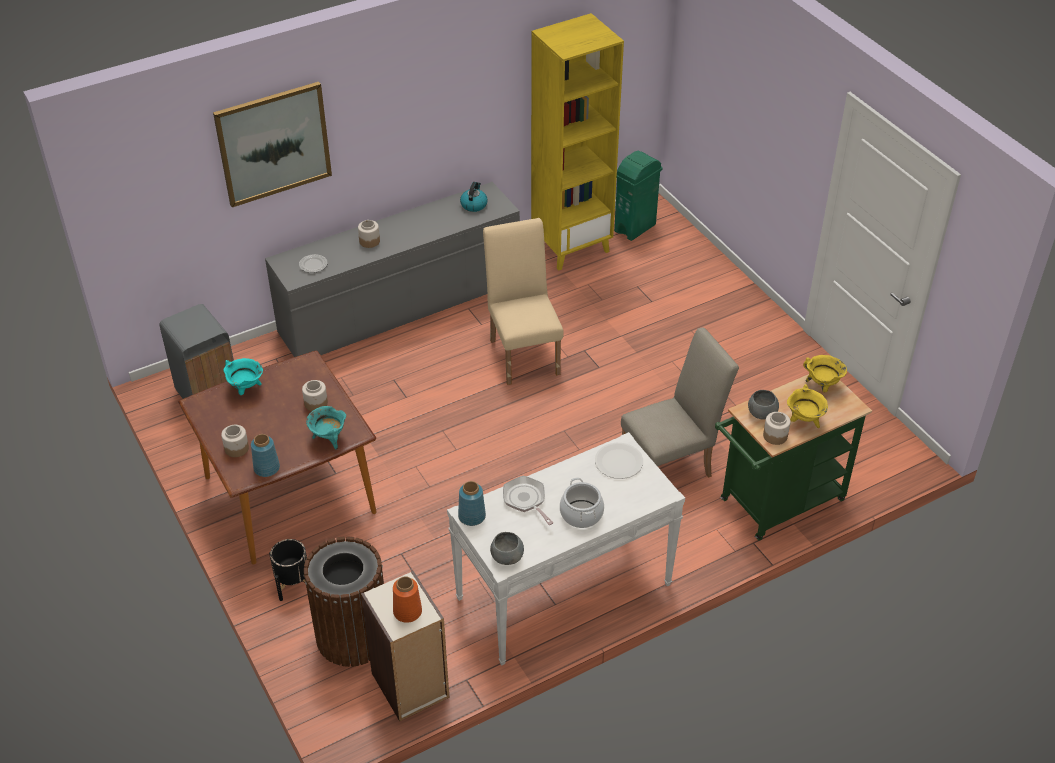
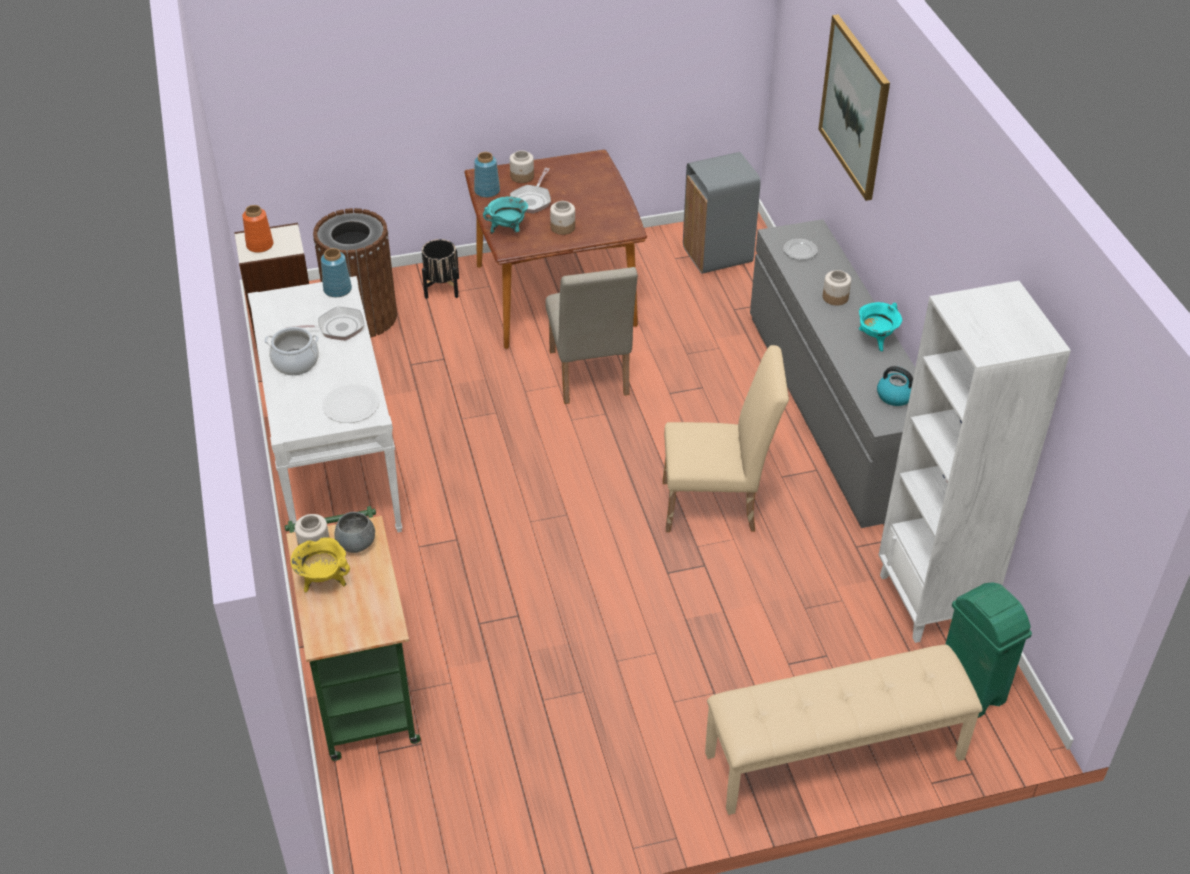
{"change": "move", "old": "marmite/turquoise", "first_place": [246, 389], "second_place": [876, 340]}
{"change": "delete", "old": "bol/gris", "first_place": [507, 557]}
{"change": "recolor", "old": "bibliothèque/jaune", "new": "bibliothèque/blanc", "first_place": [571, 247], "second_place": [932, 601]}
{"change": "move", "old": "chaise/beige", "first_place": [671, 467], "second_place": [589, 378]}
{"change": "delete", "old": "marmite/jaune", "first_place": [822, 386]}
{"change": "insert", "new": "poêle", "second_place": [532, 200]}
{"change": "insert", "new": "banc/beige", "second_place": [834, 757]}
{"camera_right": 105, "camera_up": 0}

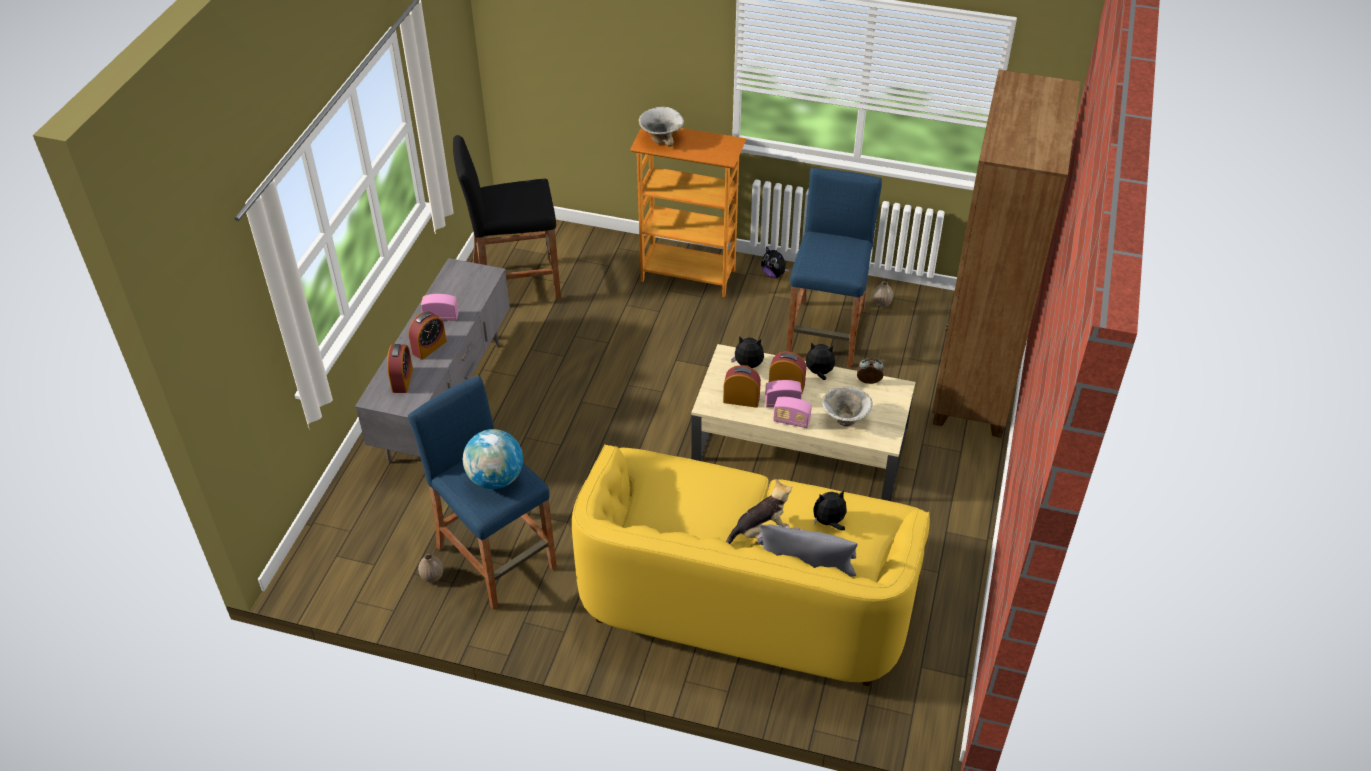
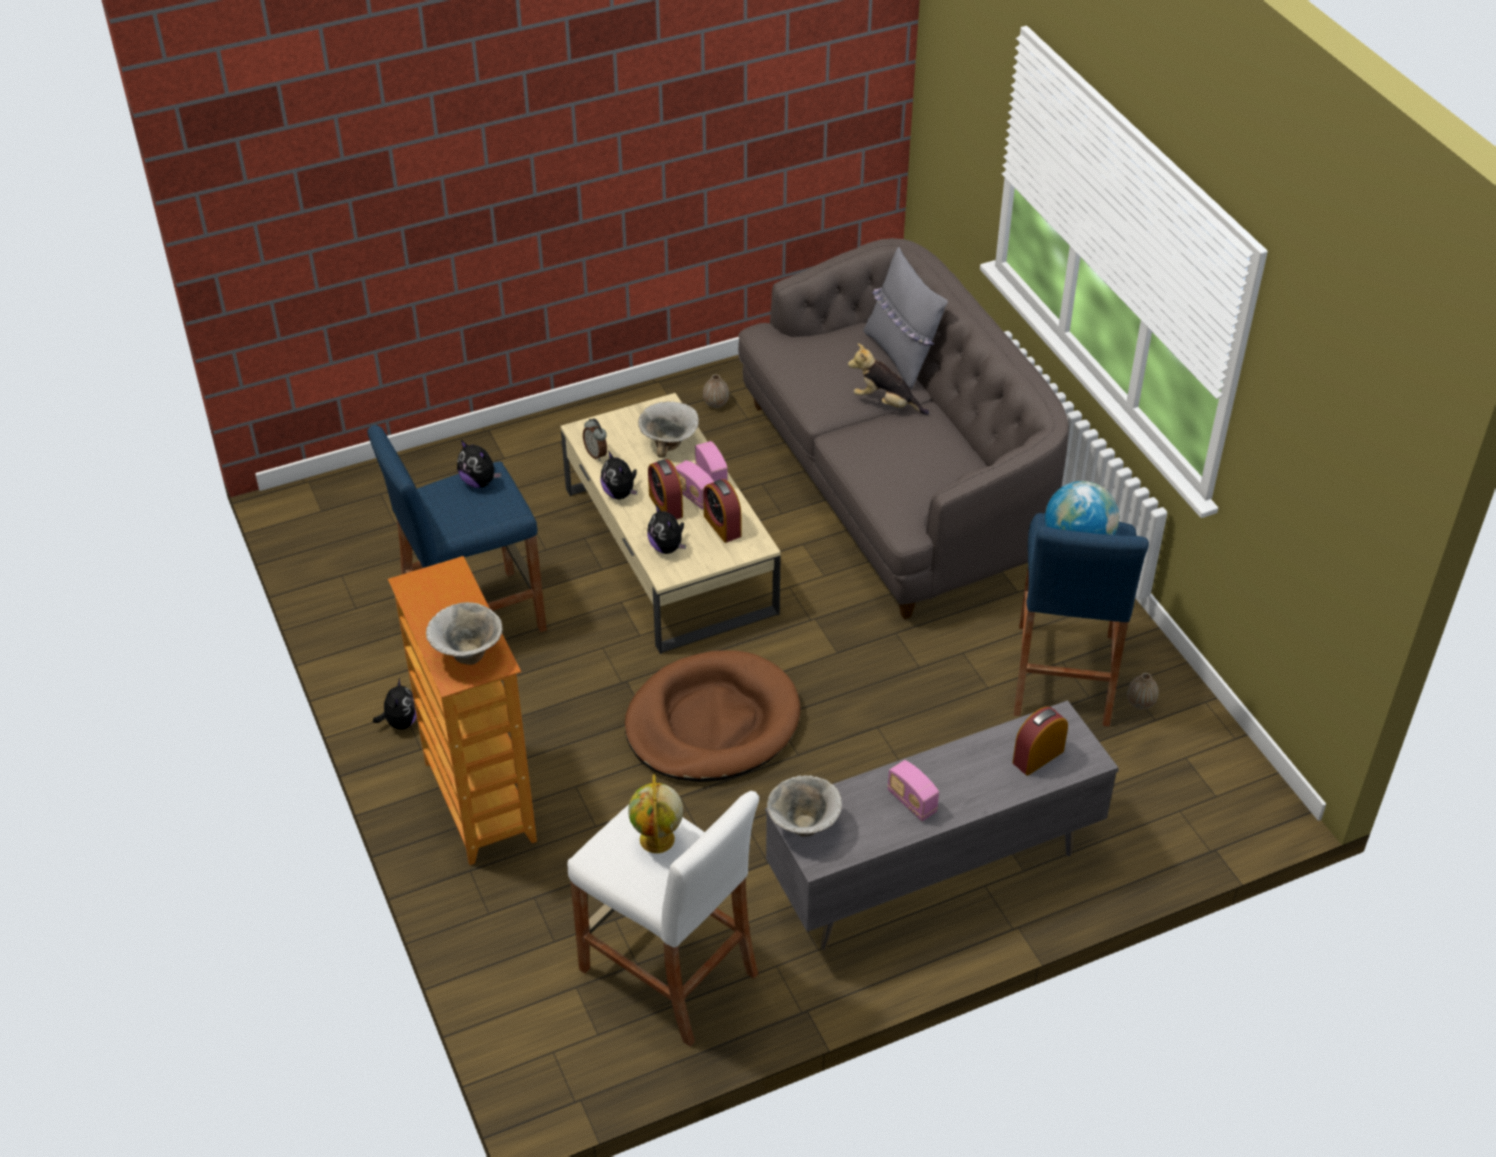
{"change": "delete", "old": "réveil", "first_place": [429, 347]}
{"change": "recolor", "old": "tabouret/noir", "new": "tabouret/blanc", "first_place": [516, 284], "second_place": [668, 971]}
{"change": "recolor", "old": "canapé/jaune", "new": "canapé/gris", "first_place": [746, 597], "second_place": [895, 485]}
{"change": "move", "old": "peluche", "first_place": [829, 522], "second_place": [479, 482]}
{"change": "move", "old": "vase", "first_place": [881, 303], "second_place": [716, 403]}
{"change": "delete", "old": "bibliothèque/marron", "first_place": [974, 383]}
{"change": "insert", "new": "panier pour chien/marron", "second_place": [712, 722]}
{"change": "insert", "new": "globe", "second_place": [657, 840]}
{"change": "insert", "new": "bol", "second_place": [803, 827]}
{"camera_right": -130, "camera_up": 0}

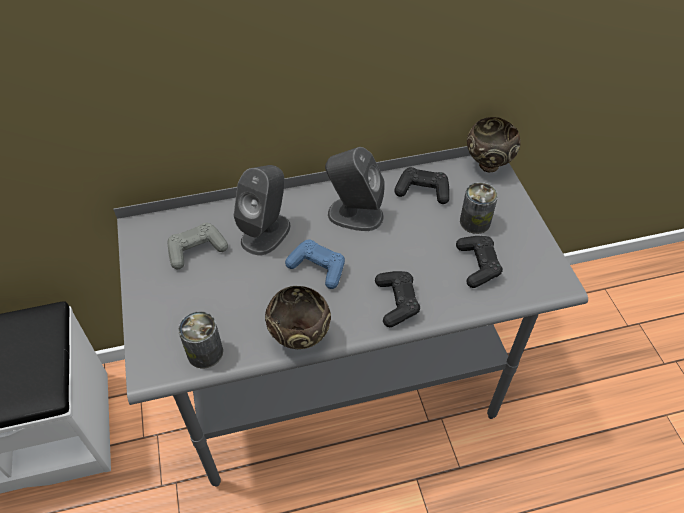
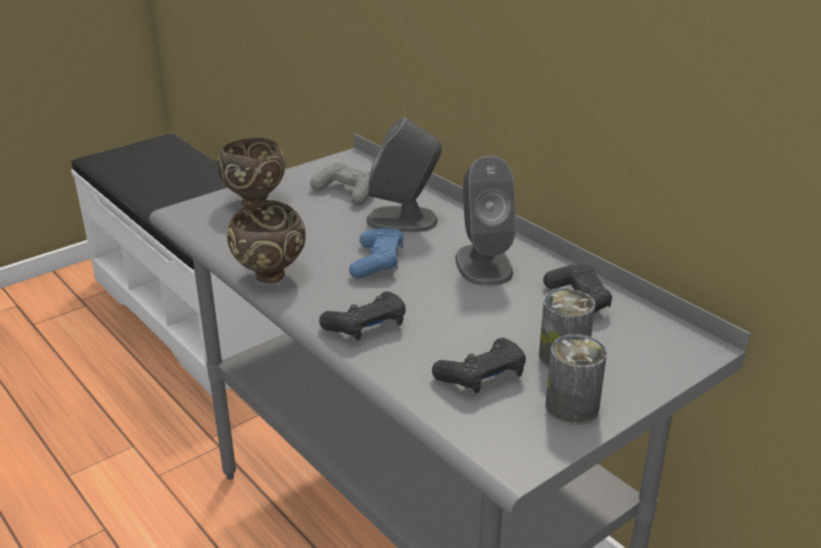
{"change": "move", "old": "boîte métallique", "first_place": [205, 352], "second_place": [572, 407]}
{"change": "move", "old": "bol/marron", "first_place": [487, 165], "second_place": [255, 202]}
{"camera_right": 65, "camera_up": -20}

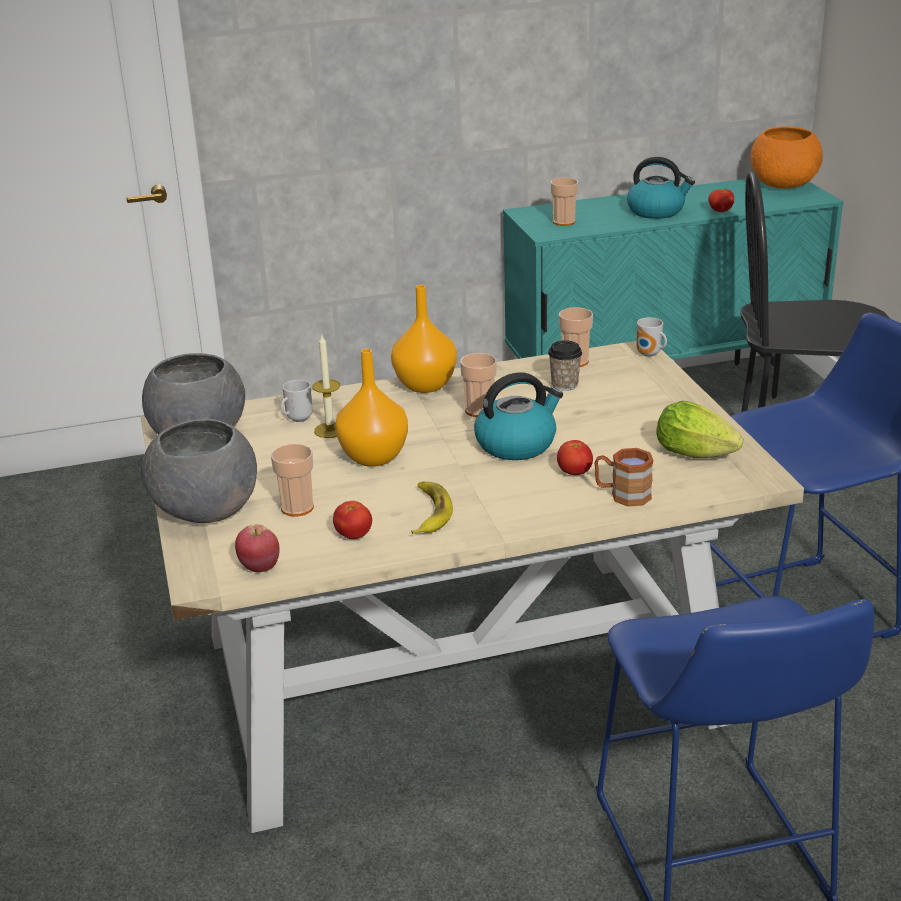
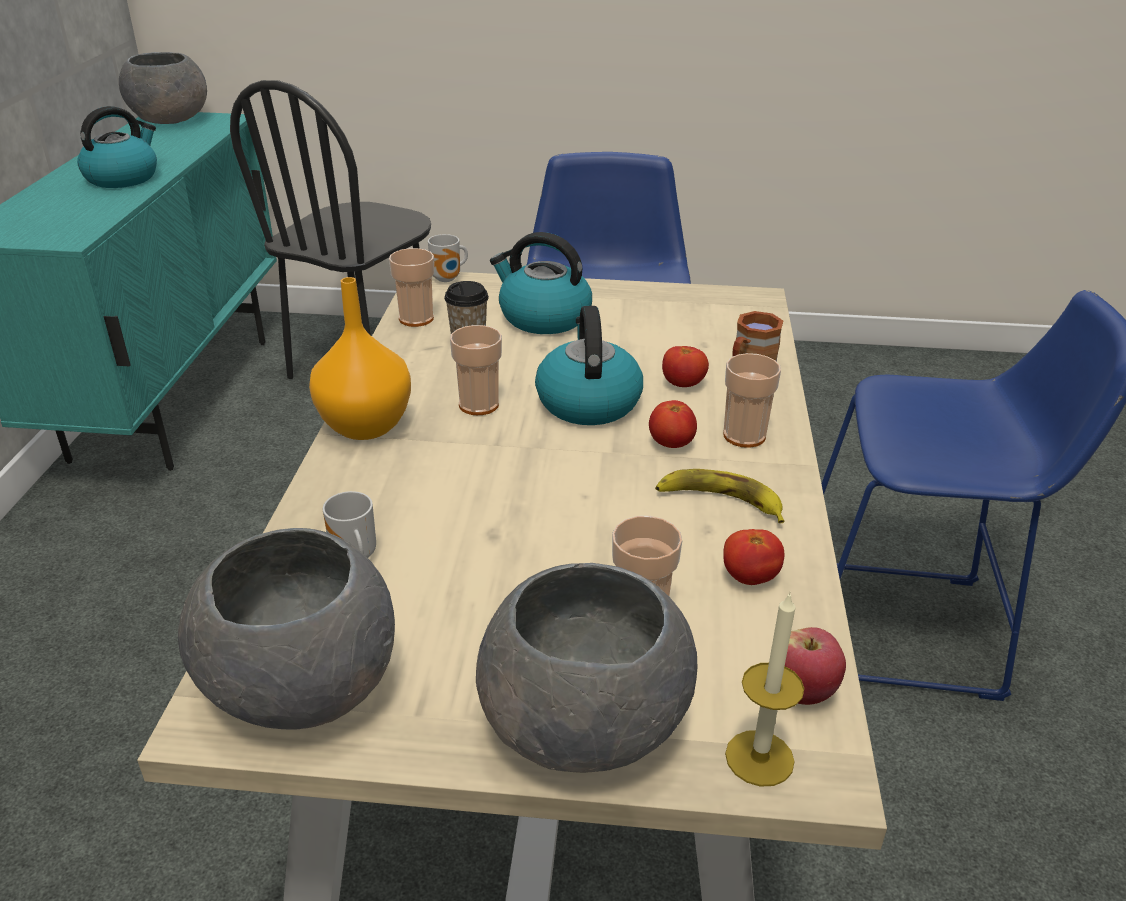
{"change": "move", "old": "bougie", "first_place": [330, 430], "second_place": [759, 758]}
{"change": "delete", "old": "vase/orange", "first_place": [373, 456]}
{"change": "move", "old": "tasse", "first_place": [564, 222], "second_place": [744, 436]}
{"change": "delete", "old": "laitue", "first_place": [699, 455]}
{"change": "move", "old": "tomate", "first_place": [720, 211], "second_place": [671, 444]}
{"change": "recolor", "old": "bol/orange", "new": "bol/gris", "first_place": [783, 185], "second_place": [171, 120]}
{"change": "insert", "new": "bouilloire", "second_place": [543, 317]}
{"camera_right": -70, "camera_up": 5}

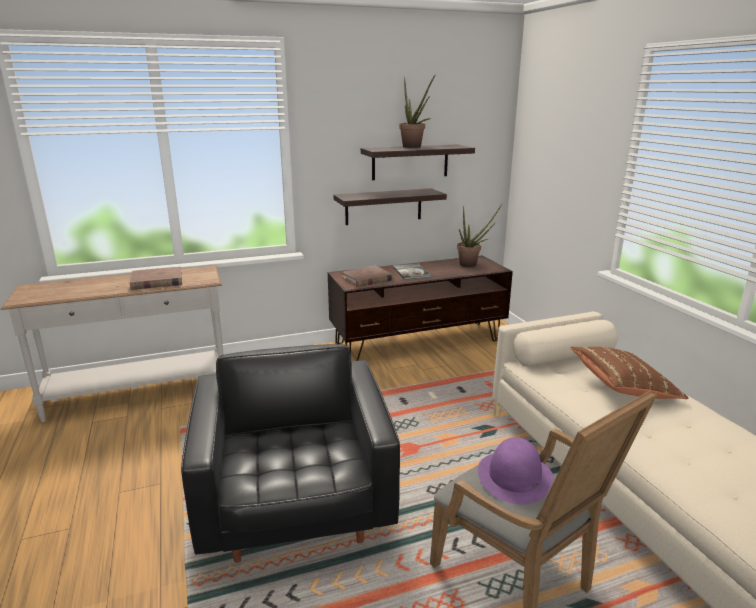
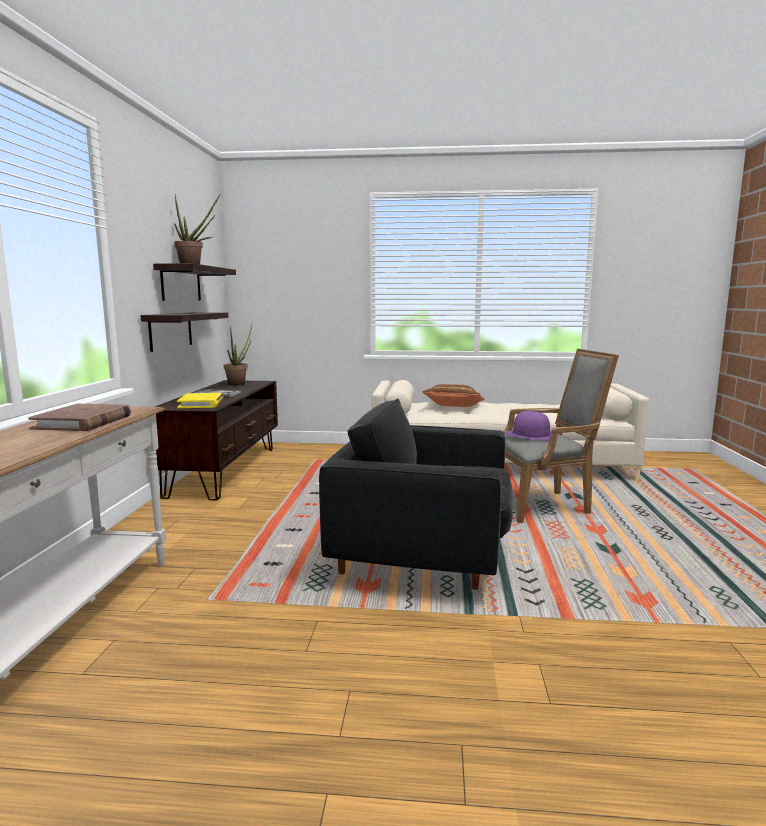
{"change": "recolor", "old": "livre/marron", "new": "livre/jaune", "first_place": [367, 279], "second_place": [201, 403]}
{"camera_right": -65, "camera_up": -10}

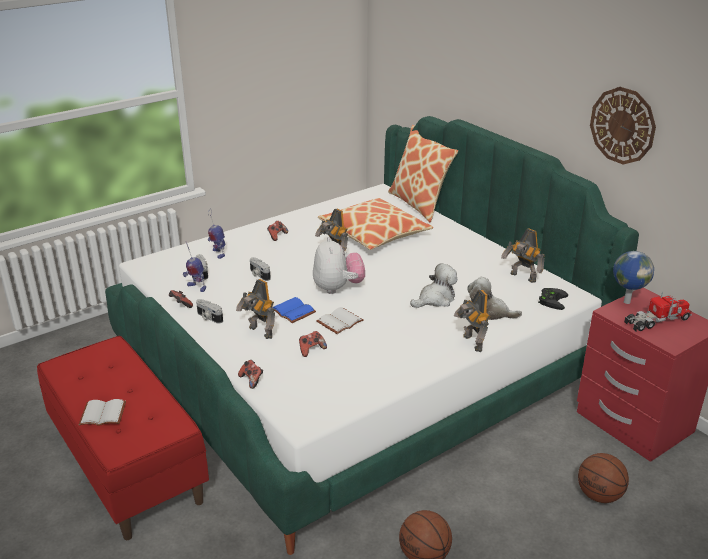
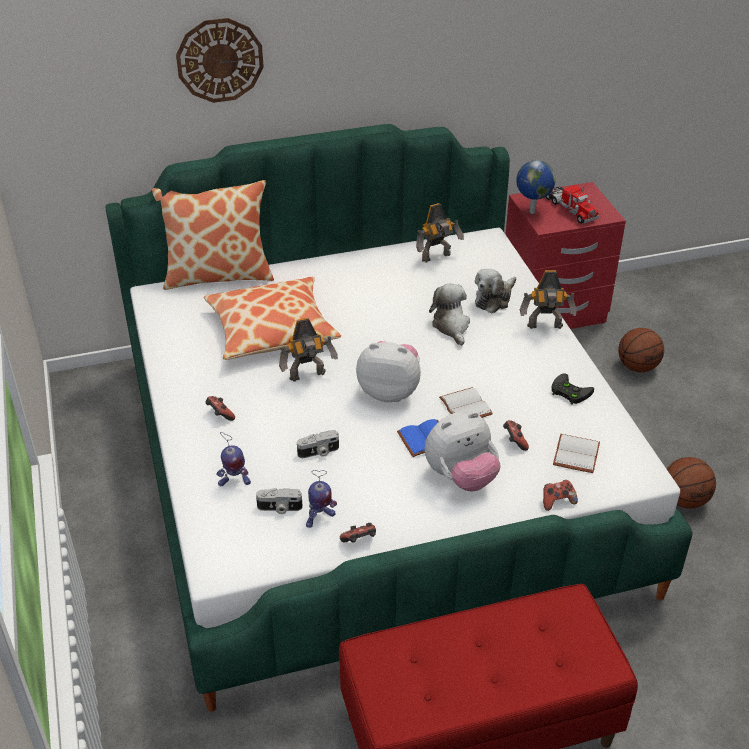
{"change": "move", "old": "livre/blanc", "first_place": [104, 413], "second_place": [575, 453]}
{"change": "delete", "old": "appareil photo", "first_place": [208, 317]}
{"change": "replace", "old": "robot jouet", "new": "peluche", "first_place": [259, 333], "second_place": [461, 477]}
{"change": "move", "old": "manette/noir", "first_place": [551, 299], "second_place": [568, 391]}
{"change": "move", "old": "horloge murale", "first_place": [622, 125], "second_place": [220, 60]}
{"change": "rotate", "old": "camion jouet", "first_place": [657, 321], "second_place": [570, 208], "degrees": 150}
{"camera_right": -70, "camera_up": 10}

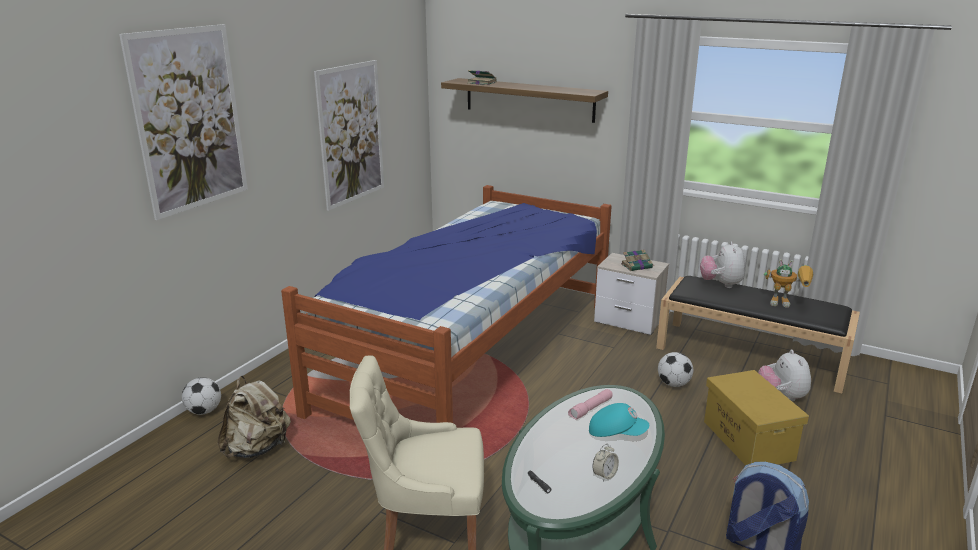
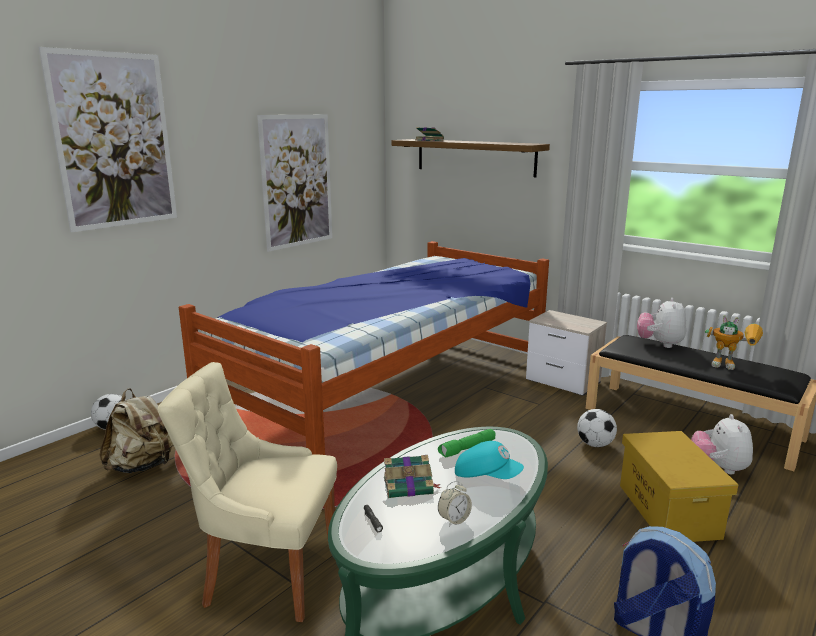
{"change": "recolor", "old": "lampe de poche/rose", "new": "lampe de poche/vert", "first_place": [591, 409], "second_place": [467, 449]}
{"change": "move", "old": "livre", "first_place": [637, 266], "second_place": [409, 486]}
{"camera_right": 10, "camera_up": -5}

